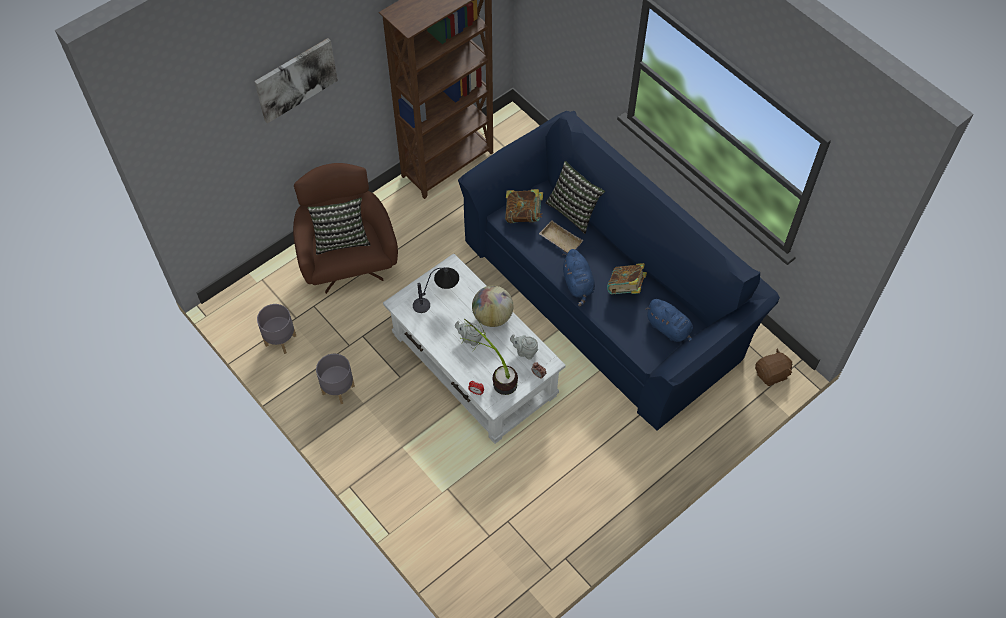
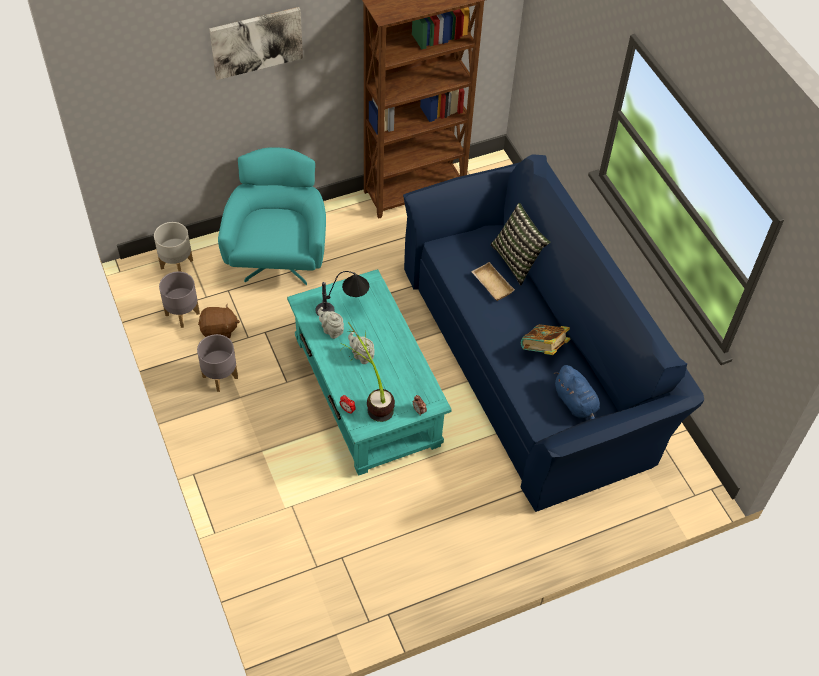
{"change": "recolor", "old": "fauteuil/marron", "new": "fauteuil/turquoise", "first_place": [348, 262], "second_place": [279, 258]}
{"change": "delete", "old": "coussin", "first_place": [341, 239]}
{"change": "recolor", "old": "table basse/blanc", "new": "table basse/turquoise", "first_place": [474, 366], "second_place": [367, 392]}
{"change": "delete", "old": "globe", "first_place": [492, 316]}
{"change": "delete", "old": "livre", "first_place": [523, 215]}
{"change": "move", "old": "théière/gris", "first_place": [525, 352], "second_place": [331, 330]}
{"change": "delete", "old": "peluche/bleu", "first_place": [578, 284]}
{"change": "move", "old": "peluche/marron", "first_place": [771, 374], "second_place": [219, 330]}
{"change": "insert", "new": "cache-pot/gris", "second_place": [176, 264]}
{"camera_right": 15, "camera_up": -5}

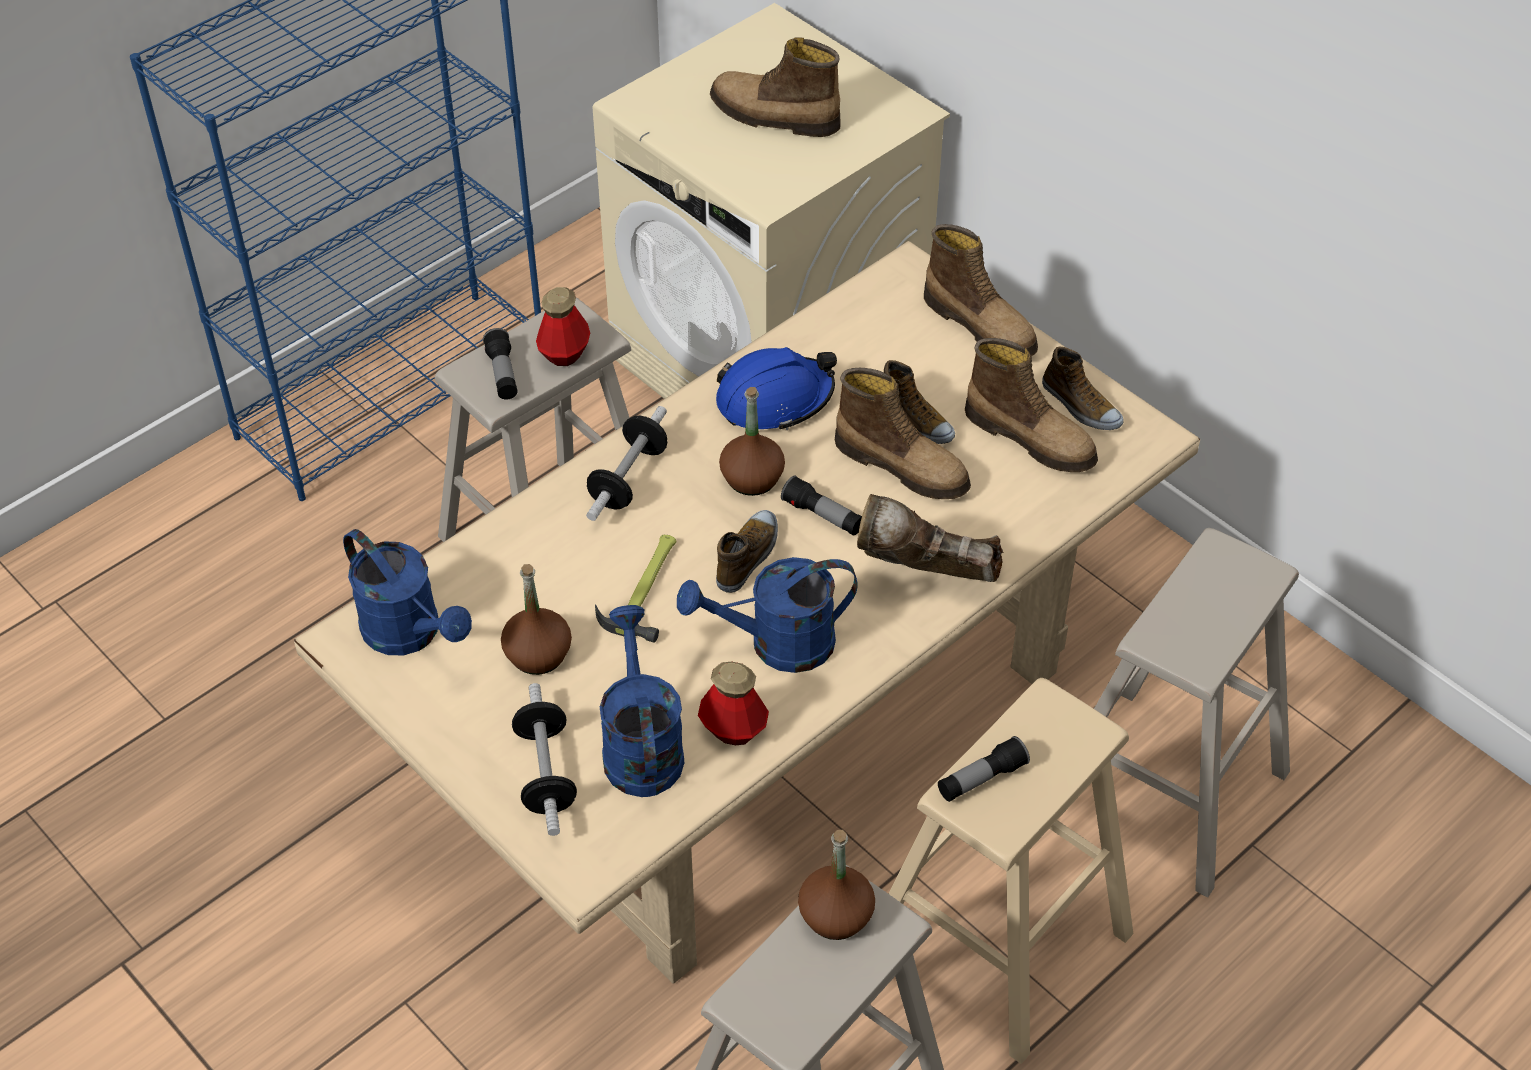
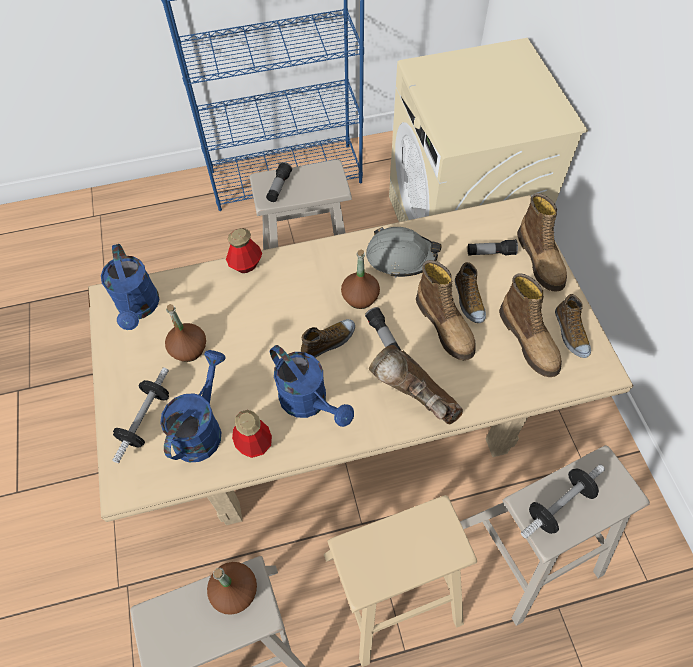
{"change": "move", "old": "bouteille", "first_place": [564, 353], "second_place": [246, 265]}
{"change": "move", "old": "haltère", "first_place": [628, 478], "second_place": [559, 505]}
{"change": "delete", "old": "marteau", "first_place": [646, 588]}
{"change": "rotate", "old": "arrosoir/bleu", "first_place": [777, 645], "second_place": [309, 402], "degrees": -150}
{"change": "delete", "old": "botte", "first_place": [773, 117]}
{"change": "recolor", "old": "casque de chantier/bleu", "new": "casque de chantier/gris", "first_place": [774, 399], "second_place": [401, 257]}
{"change": "move", "old": "lampe de poche", "first_place": [981, 779], "second_place": [490, 253]}
{"camera_right": 30, "camera_up": 10}

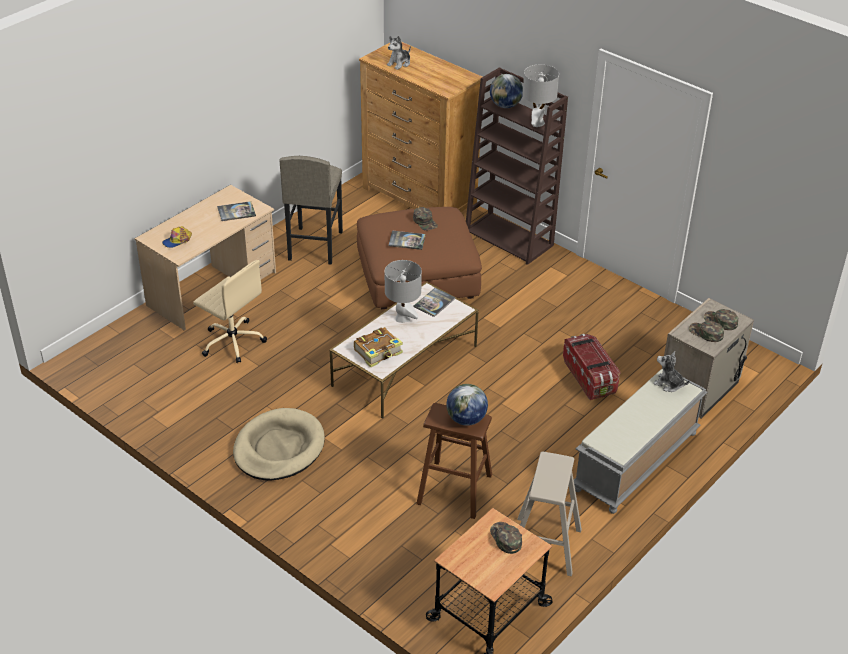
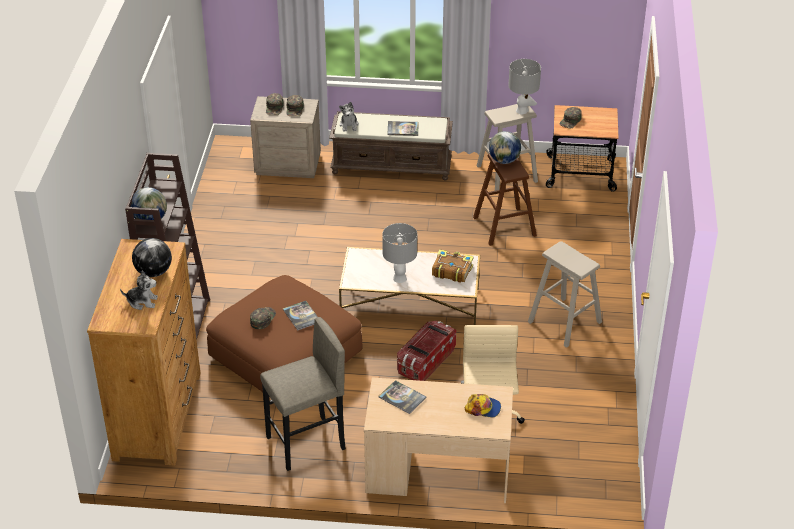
{"change": "replace", "old": "panier pour chien/beige", "new": "tabouret/beige", "first_place": [279, 448], "second_place": [565, 322]}
{"change": "move", "old": "livre", "first_place": [434, 303], "second_place": [403, 129]}
{"change": "move", "old": "lampe de table/gris", "first_place": [537, 123], "second_place": [522, 110]}
{"change": "move", "old": "boîte de rangement", "first_place": [589, 377], "second_place": [425, 362]}
{"change": "recolor", "old": "banc/gris", "new": "banc/marron", "first_place": [636, 462], "second_place": [392, 166]}
{"change": "insert", "new": "globe", "second_place": [154, 272]}
{"camera_right": -125, "camera_up": 0}

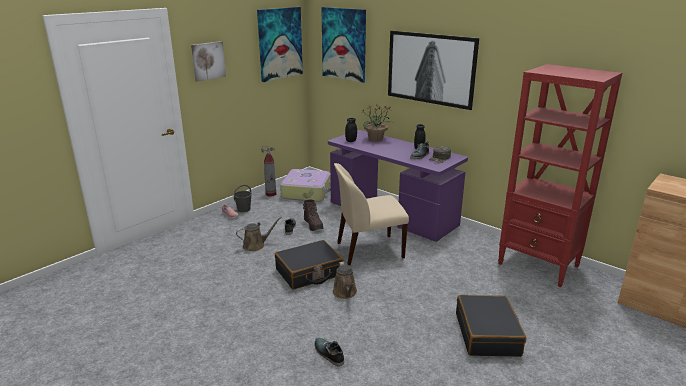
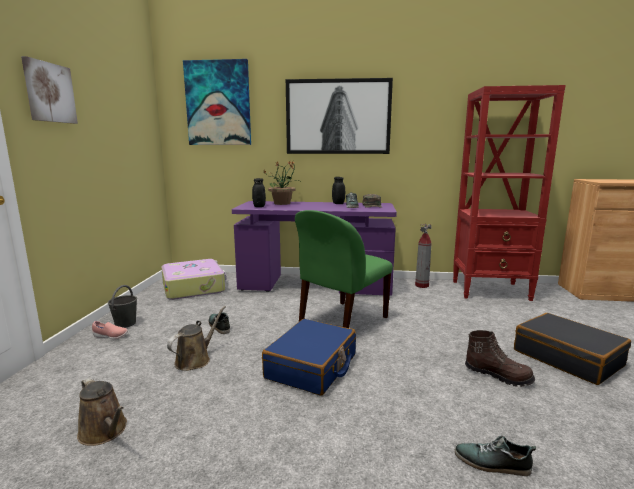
{"change": "delete", "old": "tableau", "first_place": [280, 43]}
{"change": "move", "old": "extincteur", "first_place": [271, 194], "second_place": [422, 285]}
{"change": "recolor", "old": "valise/noir", "new": "valise/bleu", "first_place": [309, 272], "second_place": [312, 367]}
{"change": "move", "old": "botte/marron", "first_place": [313, 225], "second_place": [498, 375]}
{"change": "move", "old": "arrosoir/marron", "first_place": [345, 293], "second_place": [105, 432]}
{"change": "recolor", "old": "chaise/beige", "new": "chaise/vert", "first_place": [368, 250], "second_place": [342, 321]}
{"camera_right": -35, "camera_up": -10}

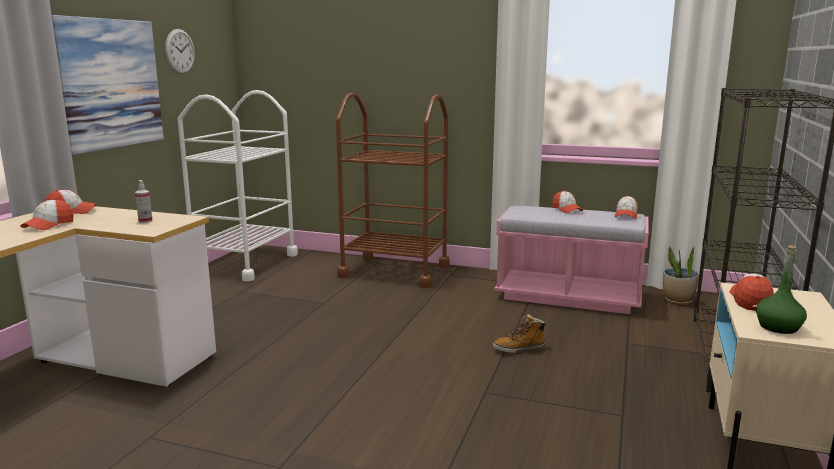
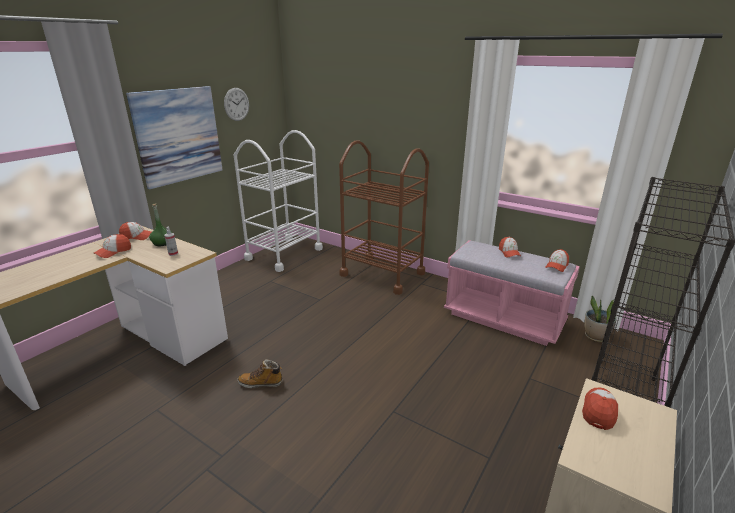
{"change": "move", "old": "botte", "first_place": [519, 348], "second_place": [261, 383]}
{"change": "move", "old": "bouteille/vert", "first_place": [778, 327], "second_place": [162, 243]}
{"camera_right": 15, "camera_up": 10}

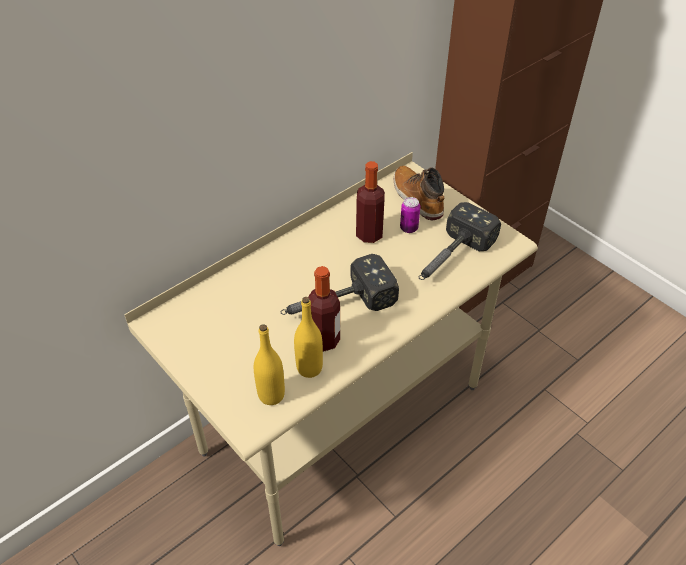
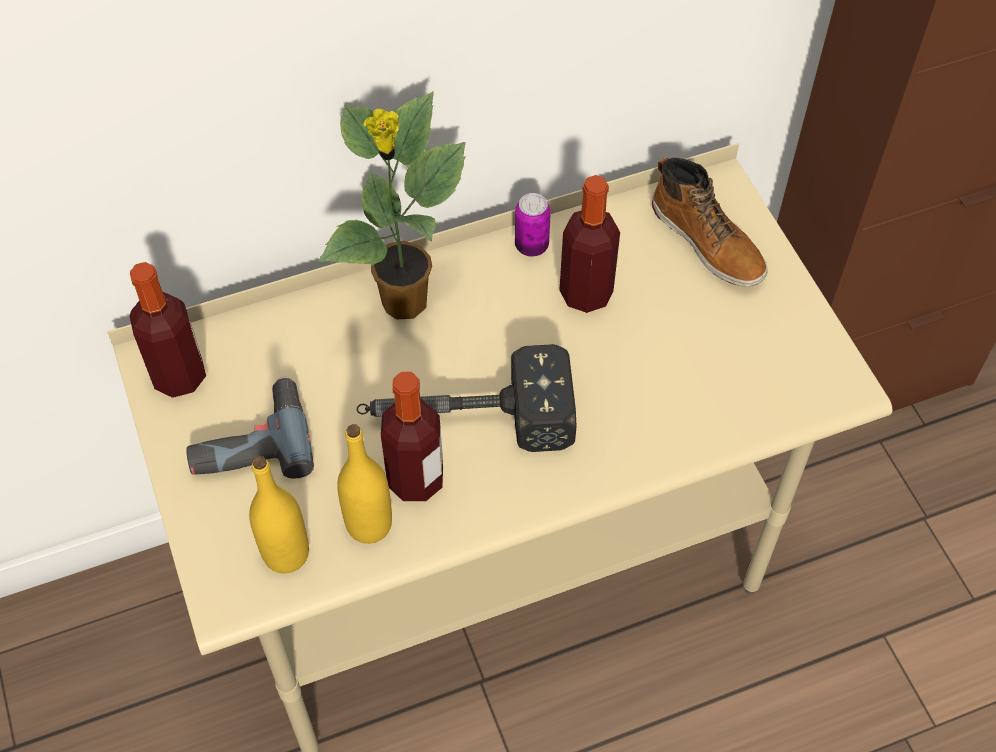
{"change": "rotate", "old": "botte", "first_place": [417, 198], "second_place": [708, 241], "degrees": 150}
{"change": "move", "old": "boîte métallique", "first_place": [409, 228], "second_place": [531, 246]}
{"change": "delete", "old": "marteau", "first_place": [450, 258]}
{"change": "insert", "new": "bouteille", "second_place": [179, 376]}
{"change": "insert", "new": "perceuse", "second_place": [249, 439]}
{"change": "insert", "new": "plante en pot", "second_place": [404, 304]}
{"camera_right": 20, "camera_up": 10}

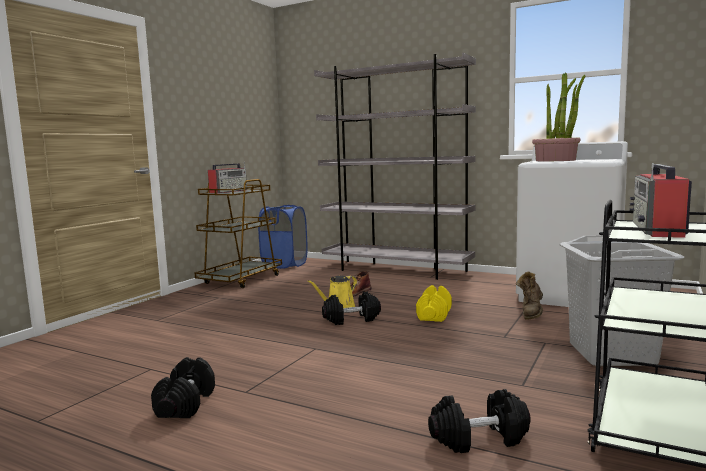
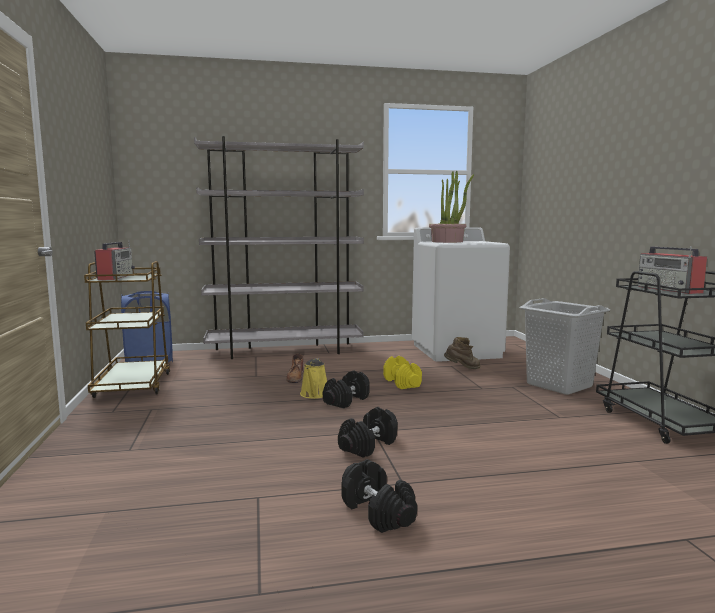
{"change": "move", "old": "haltère/noir", "first_place": [479, 439], "second_place": [368, 446]}
{"change": "rotate", "old": "botte/marron", "first_place": [531, 314], "second_place": [462, 368], "degrees": -90}
{"camera_right": -40, "camera_up": 0}

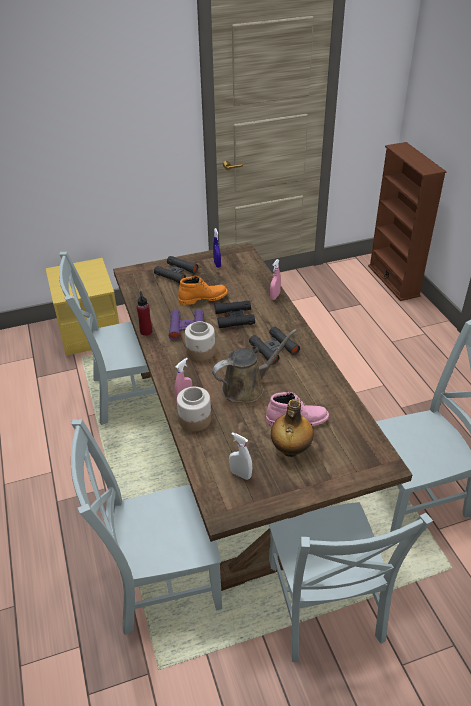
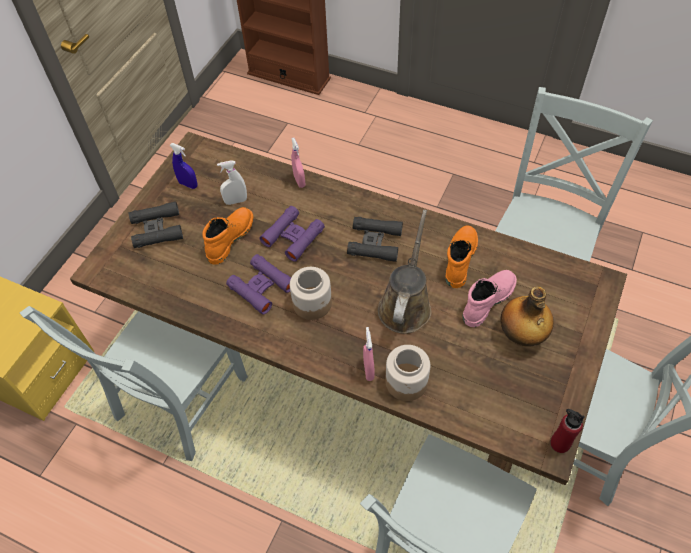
{"change": "move", "old": "bouteille/rouge", "first_place": [146, 331], "second_place": [560, 443]}
{"change": "recolor", "old": "jumelles/noir", "new": "jumelles/violet", "first_place": [234, 318], "second_place": [293, 237]}
{"change": "move", "old": "vaporisateur/blanc", "first_place": [240, 474], "second_place": [236, 201]}
{"change": "insert", "new": "botte/orange", "second_place": [459, 259]}
{"camera_right": -45, "camera_up": 15}

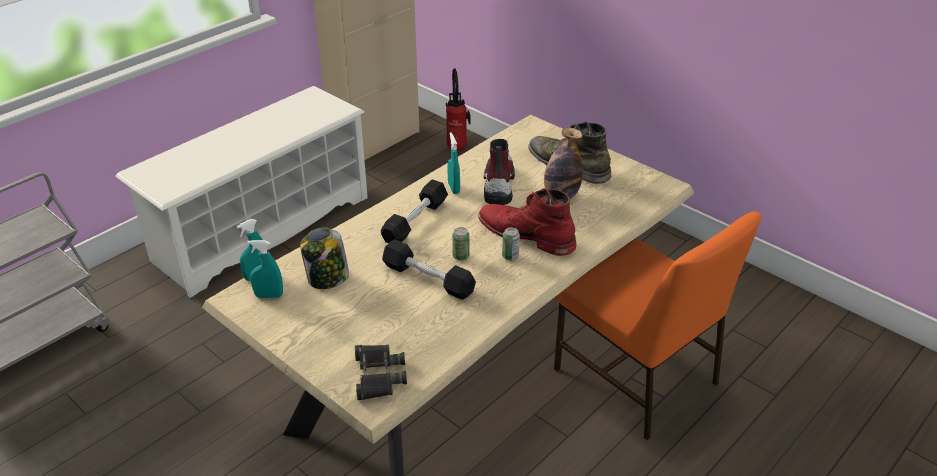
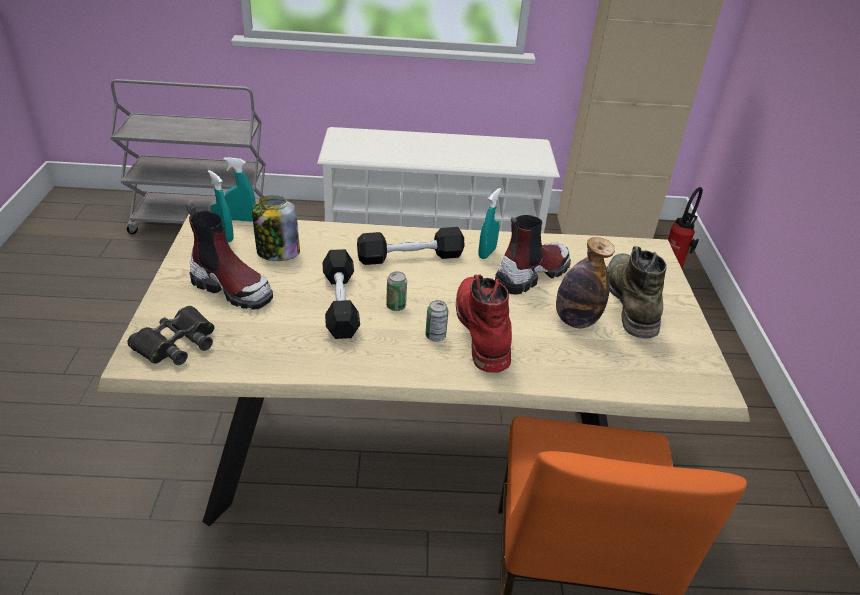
{"change": "insert", "new": "botte", "second_place": [232, 288]}
{"camera_right": 45, "camera_up": 0}

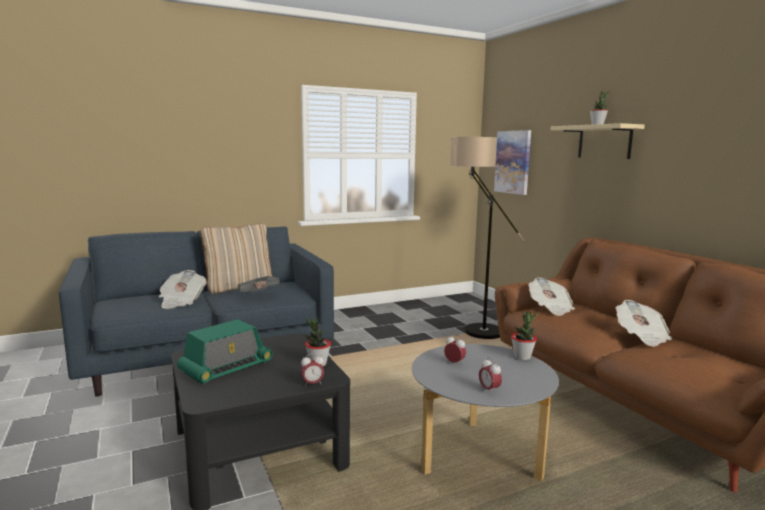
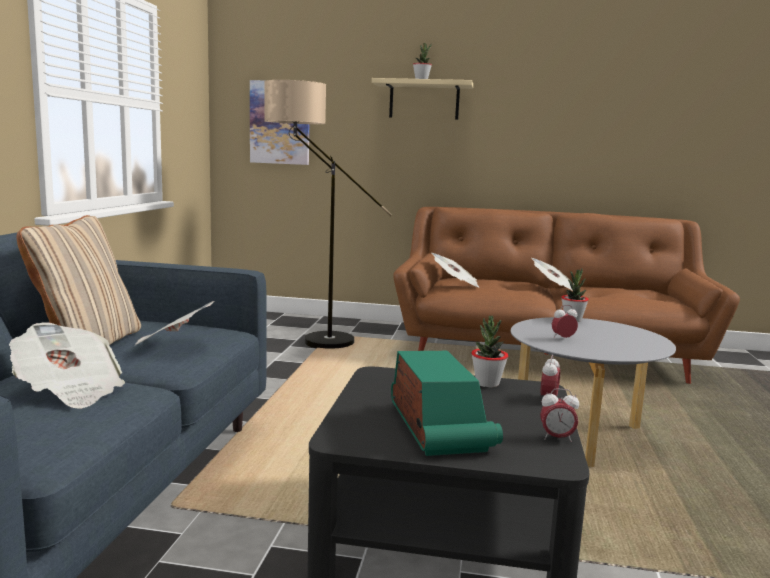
{"change": "move", "old": "réveil", "first_place": [489, 390], "second_place": [557, 438]}
{"camera_right": -55, "camera_up": 0}

